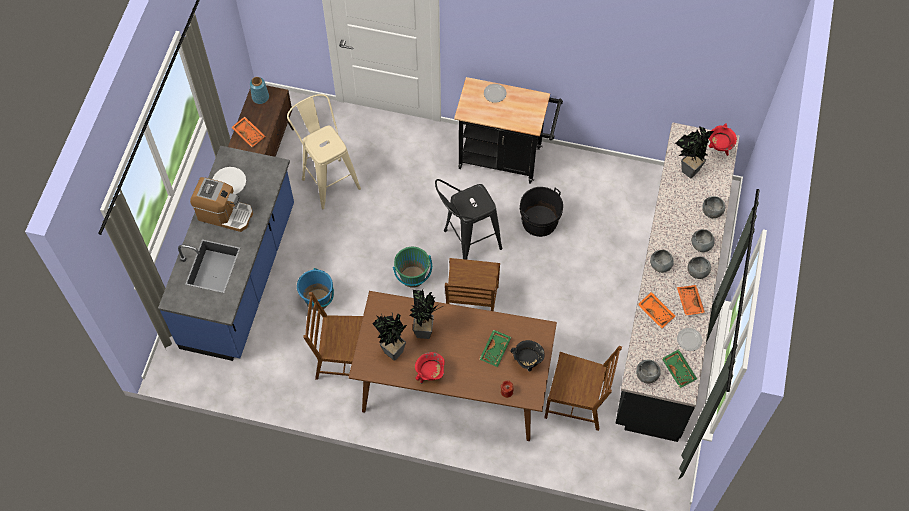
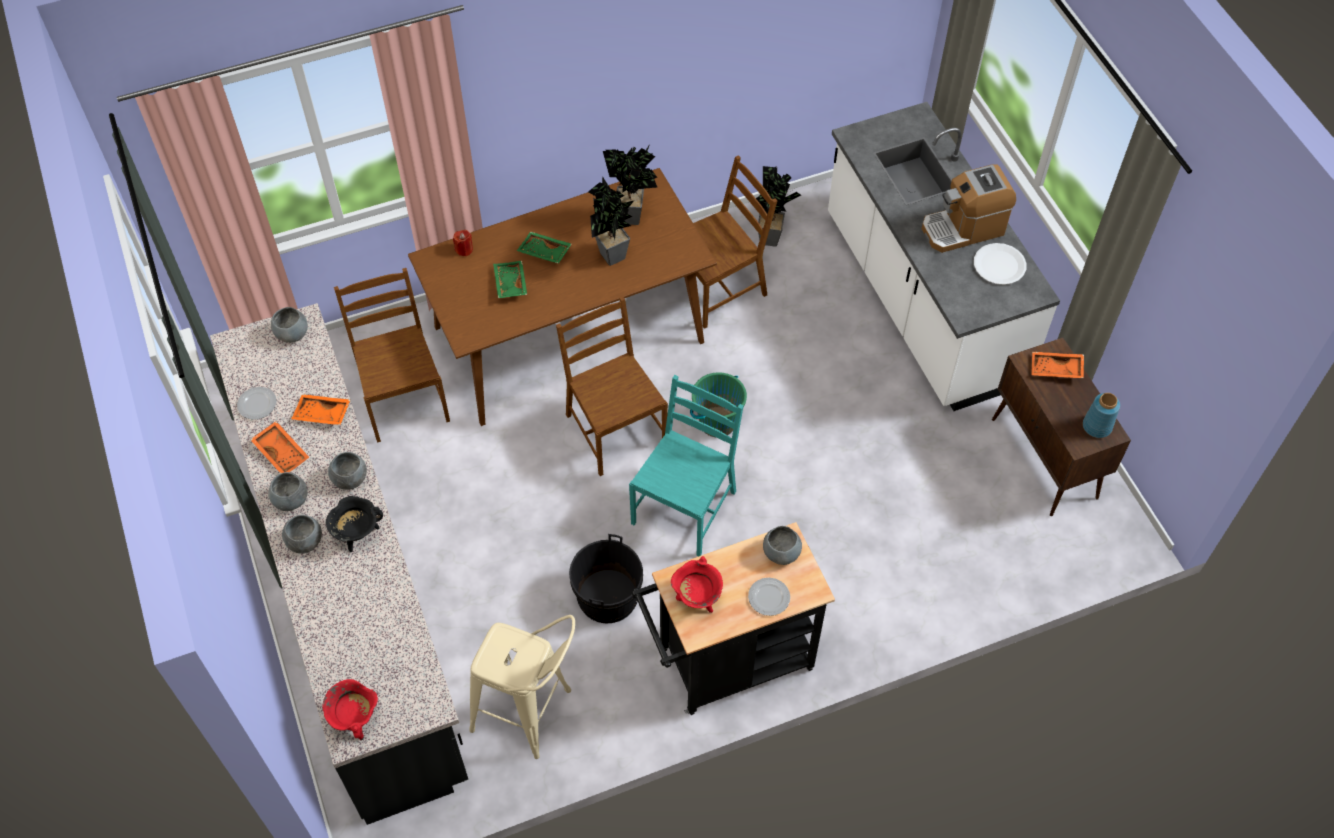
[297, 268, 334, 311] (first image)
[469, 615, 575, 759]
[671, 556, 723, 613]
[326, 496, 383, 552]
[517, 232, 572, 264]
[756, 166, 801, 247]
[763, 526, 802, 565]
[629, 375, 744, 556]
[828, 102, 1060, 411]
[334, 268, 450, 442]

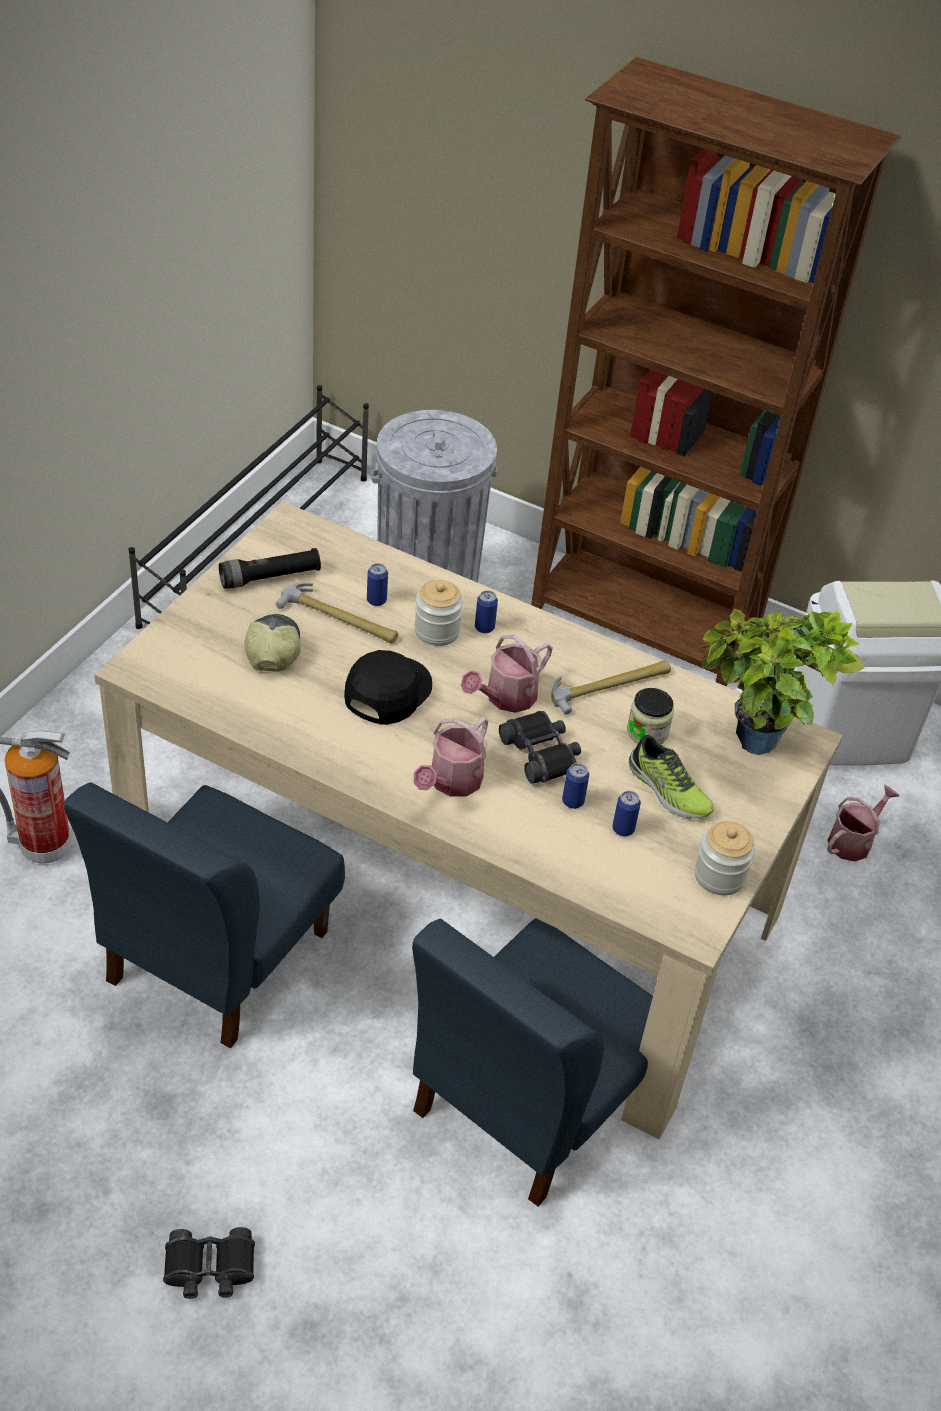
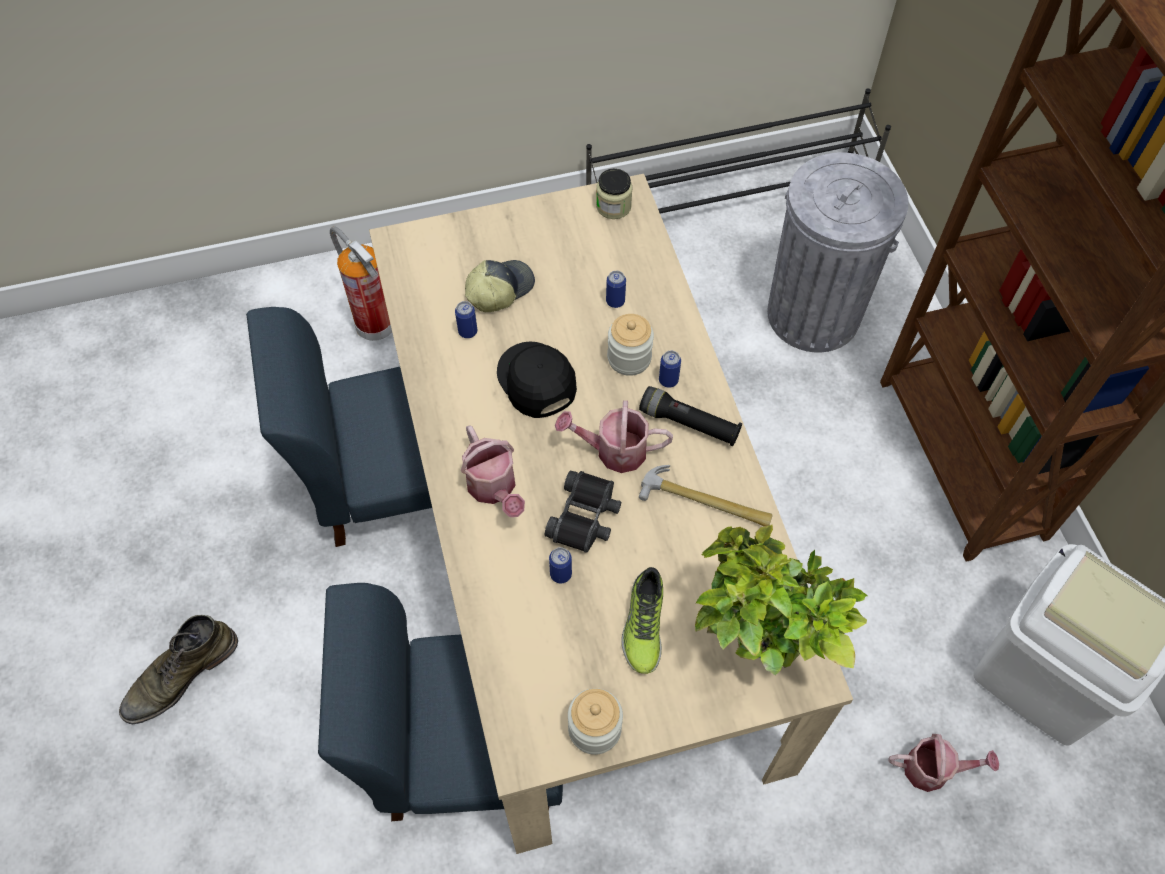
[276, 582, 398, 644] (first image)
[639, 386, 742, 446]
[455, 301, 477, 338]
[596, 169, 633, 219]
[119, 615, 238, 724]
[497, 342, 577, 418]
[461, 425, 525, 517]

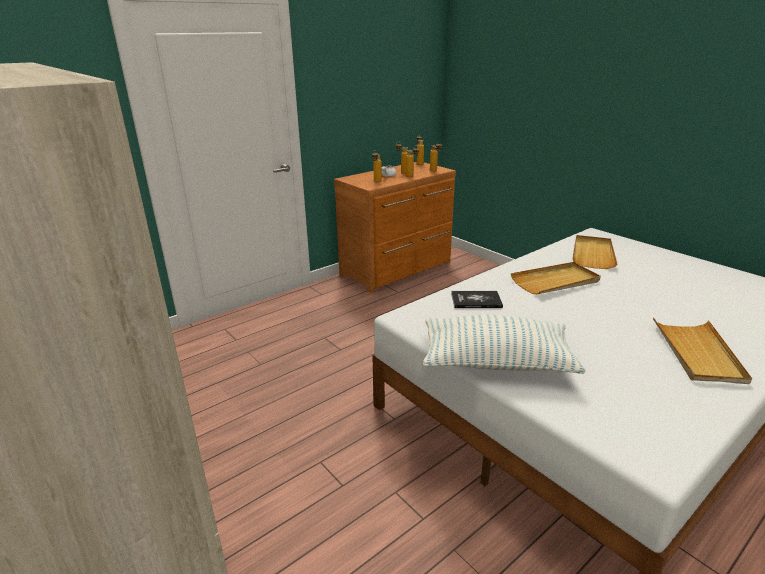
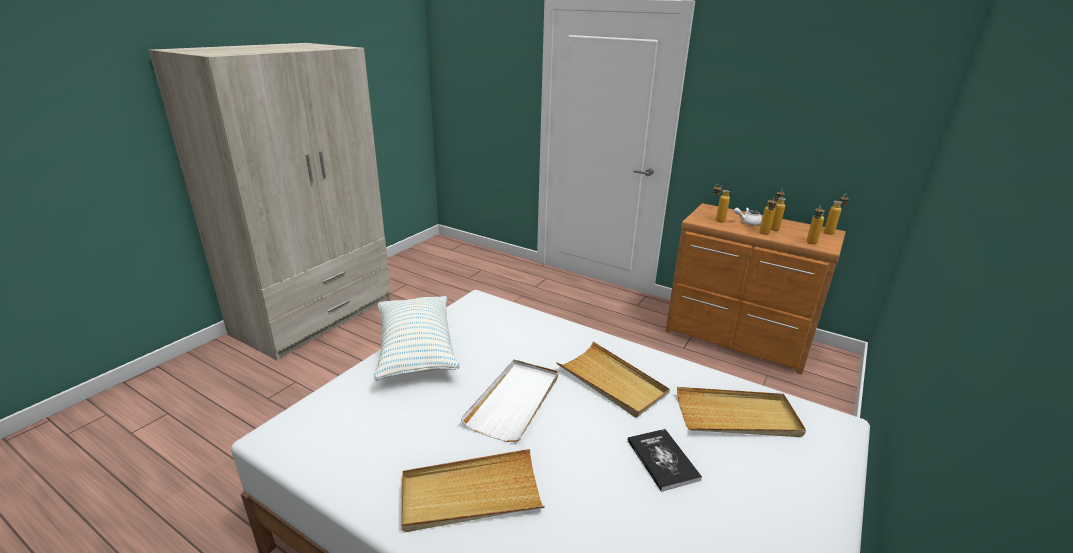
[461, 359, 558, 442]
[628, 429, 702, 492]

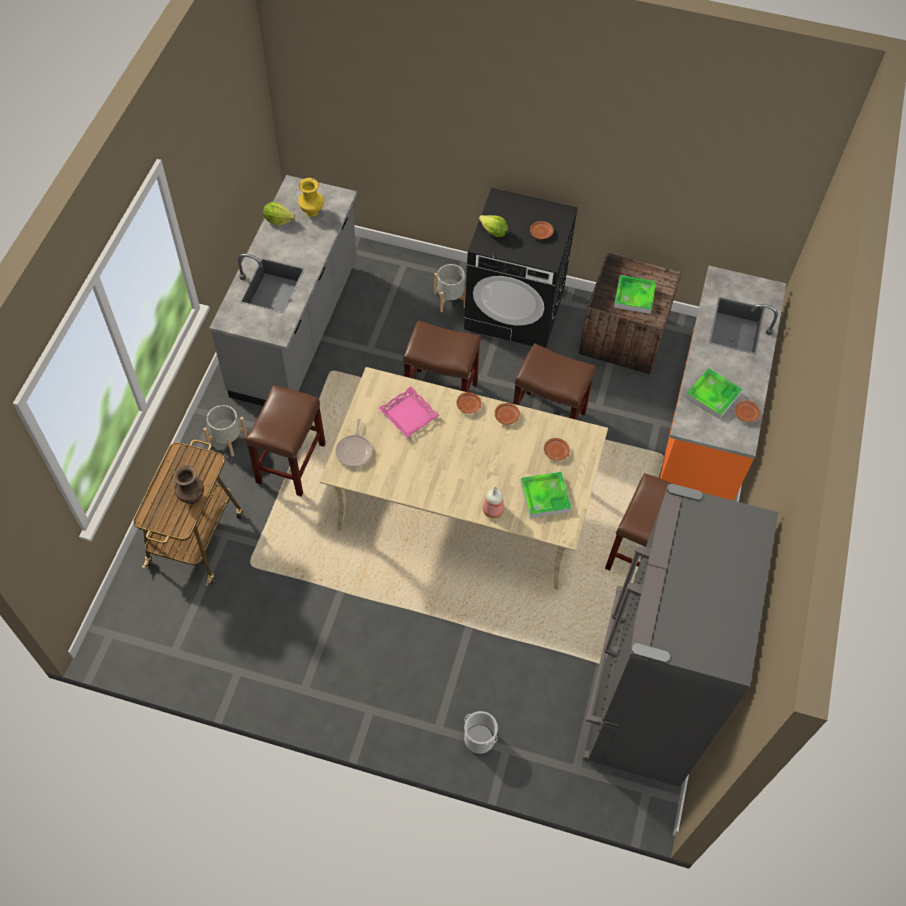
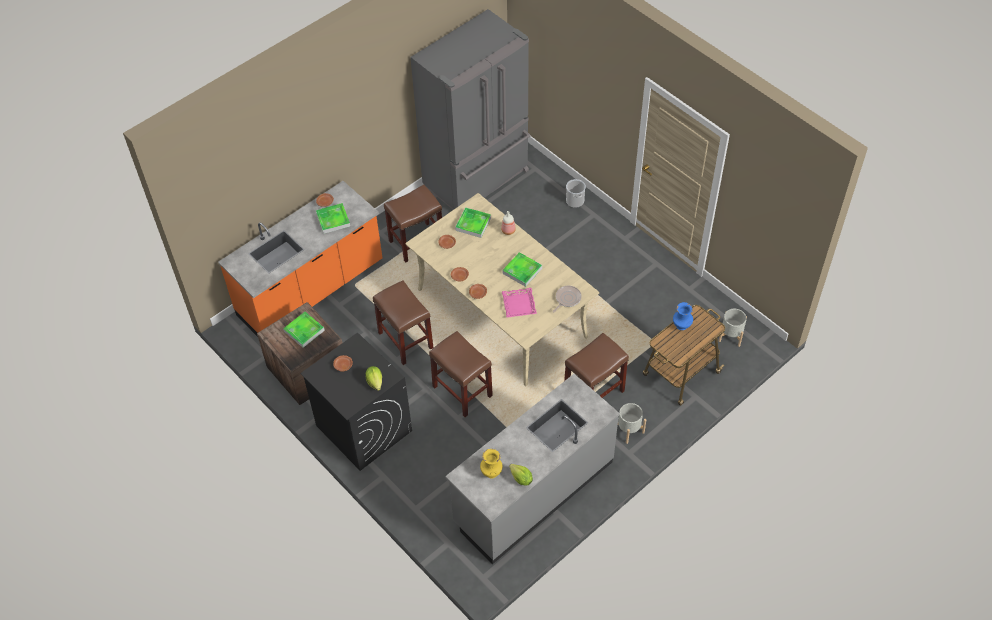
[502, 252, 542, 287]
[719, 309, 747, 347]
[673, 302, 693, 330]

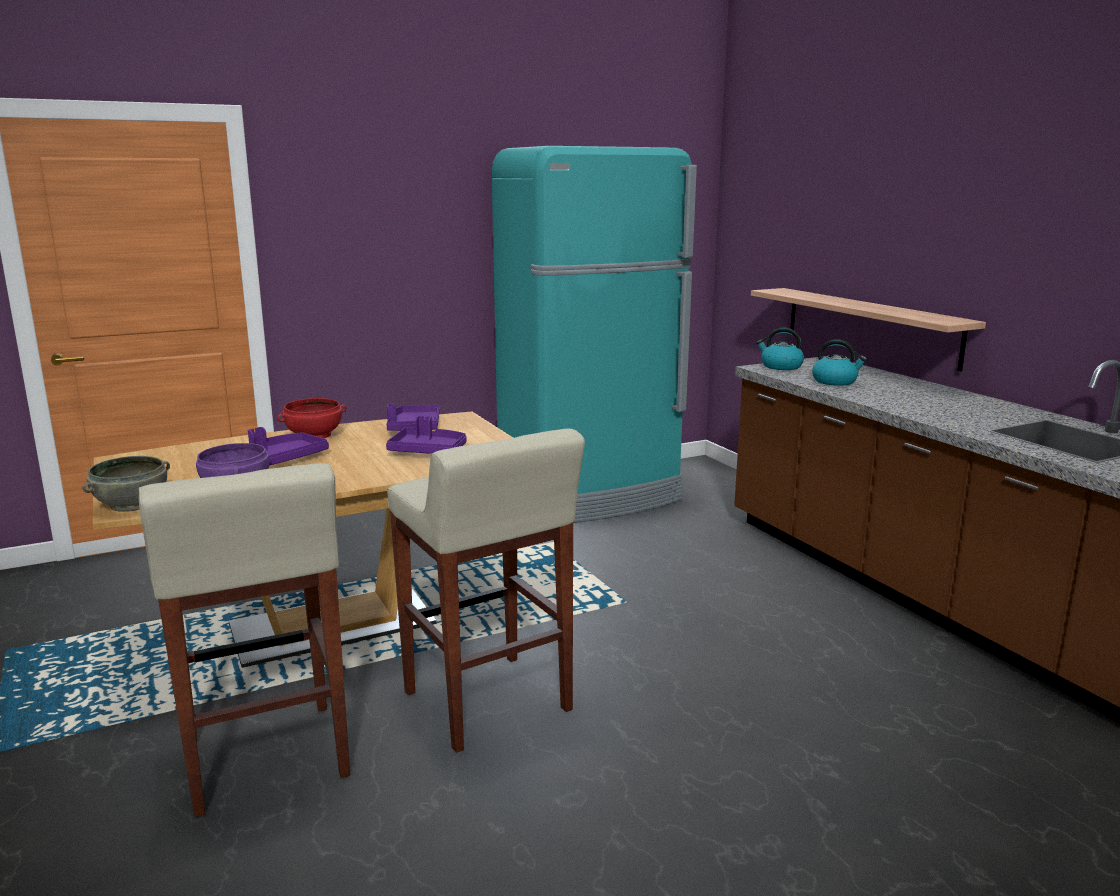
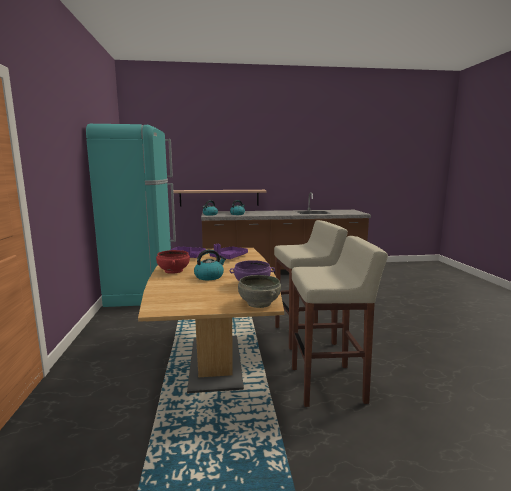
[194, 249, 226, 280]

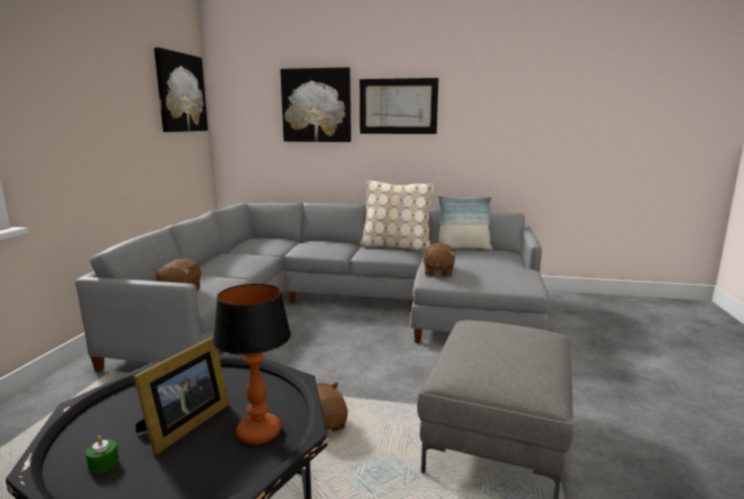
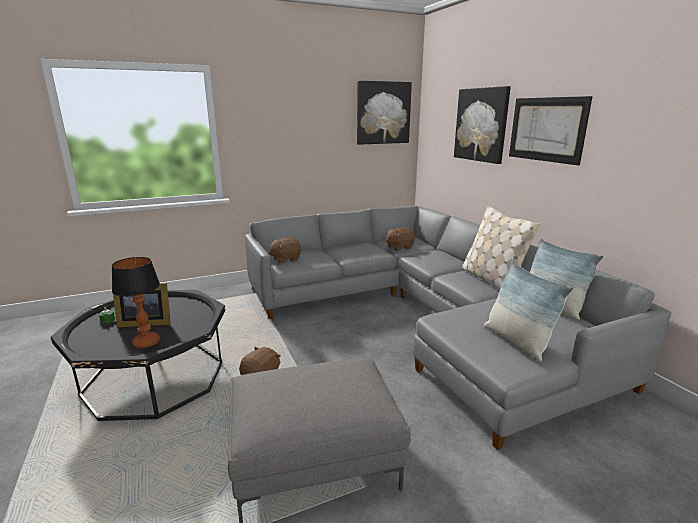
[484, 261, 573, 361]
[386, 227, 415, 251]

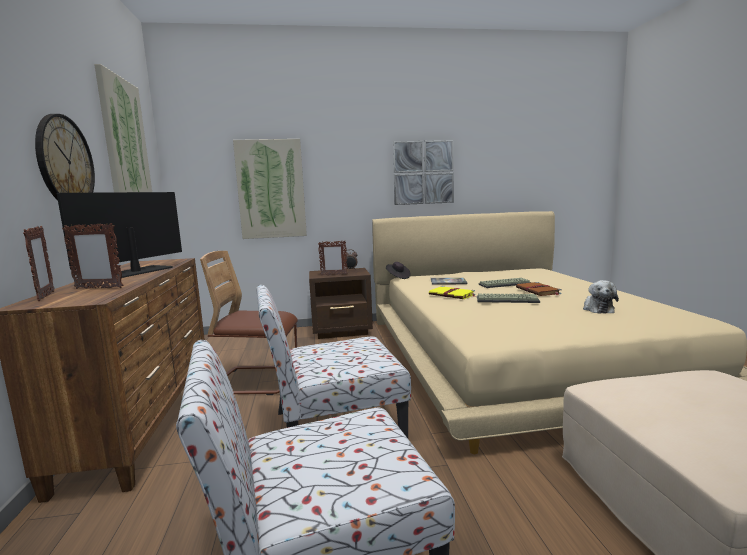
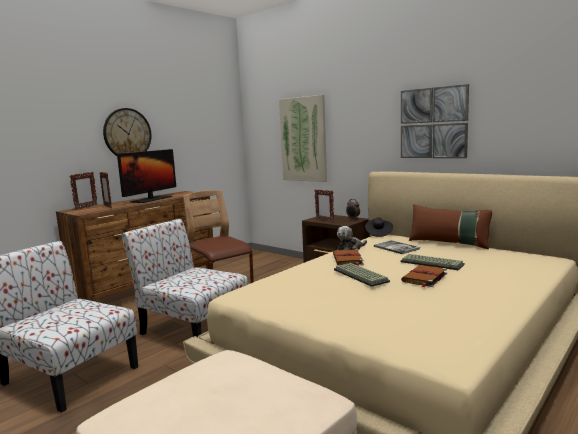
[94, 64, 152, 192] (first image)
[409, 204, 492, 249]
[337, 226, 367, 250]
[333, 249, 364, 266]
[117, 149, 176, 203]

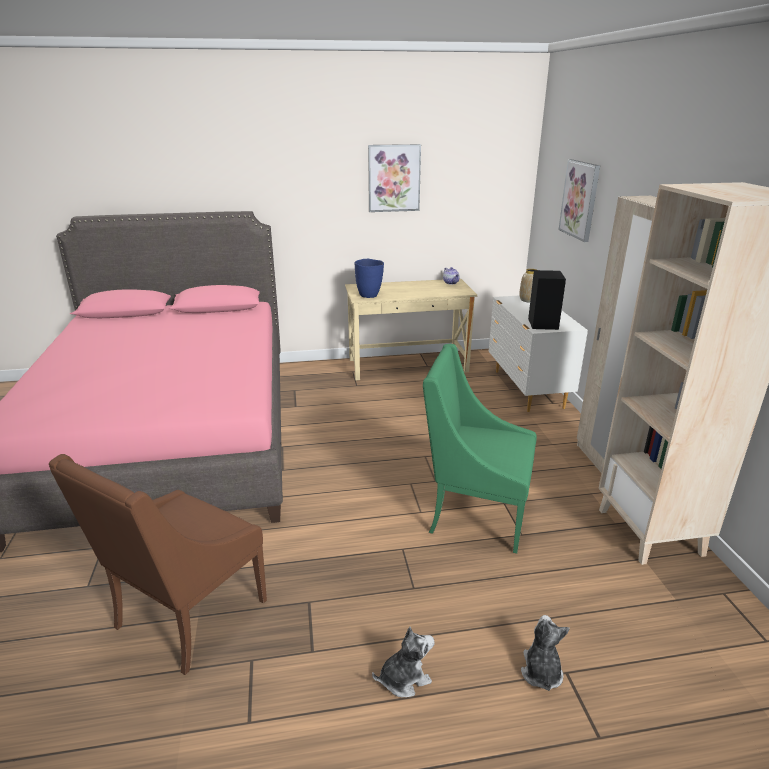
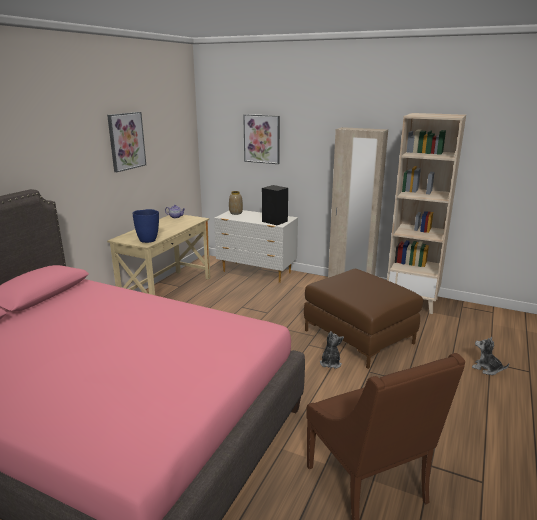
[320, 331, 344, 369]
[304, 269, 423, 369]

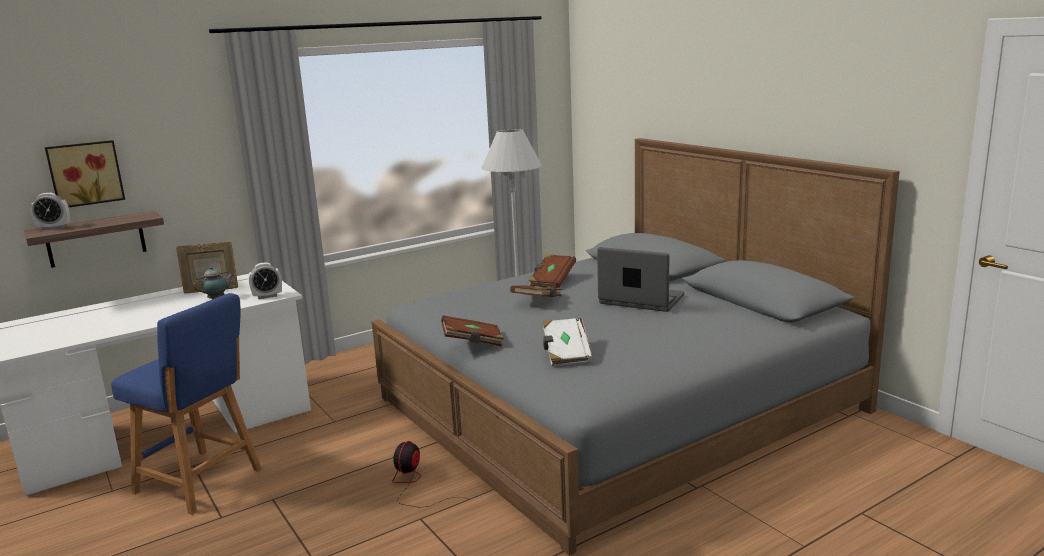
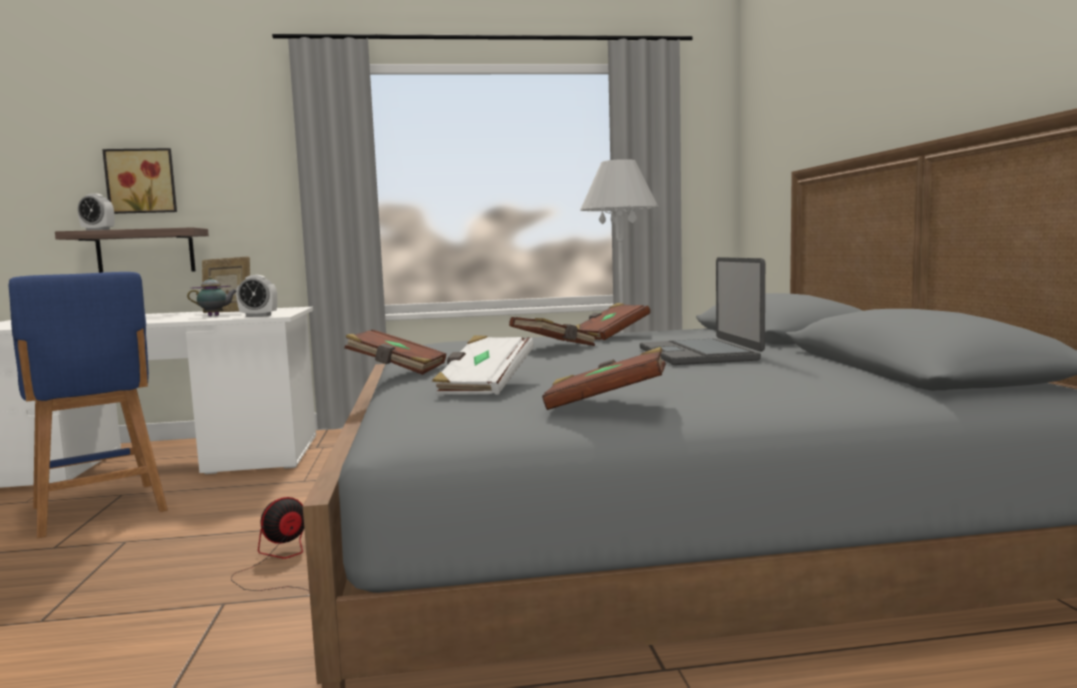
[542, 347, 666, 410]
[640, 257, 765, 365]

